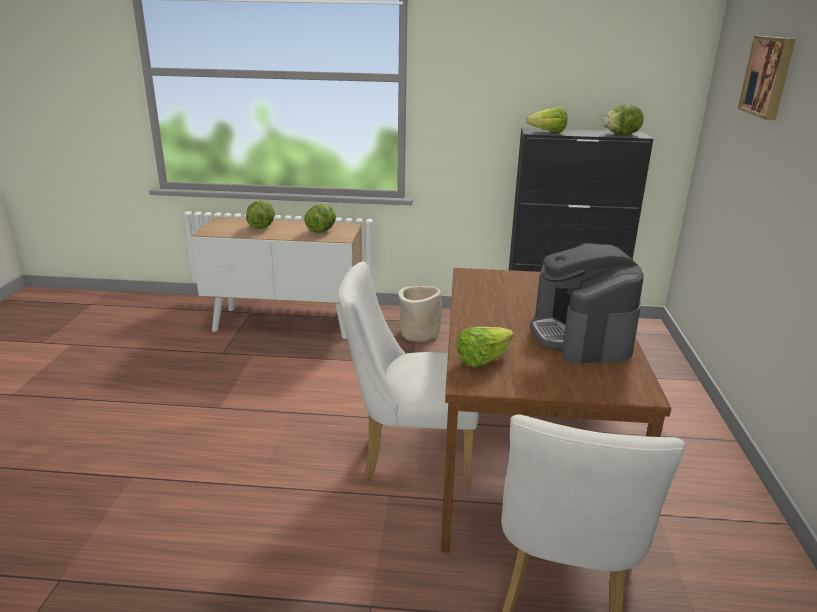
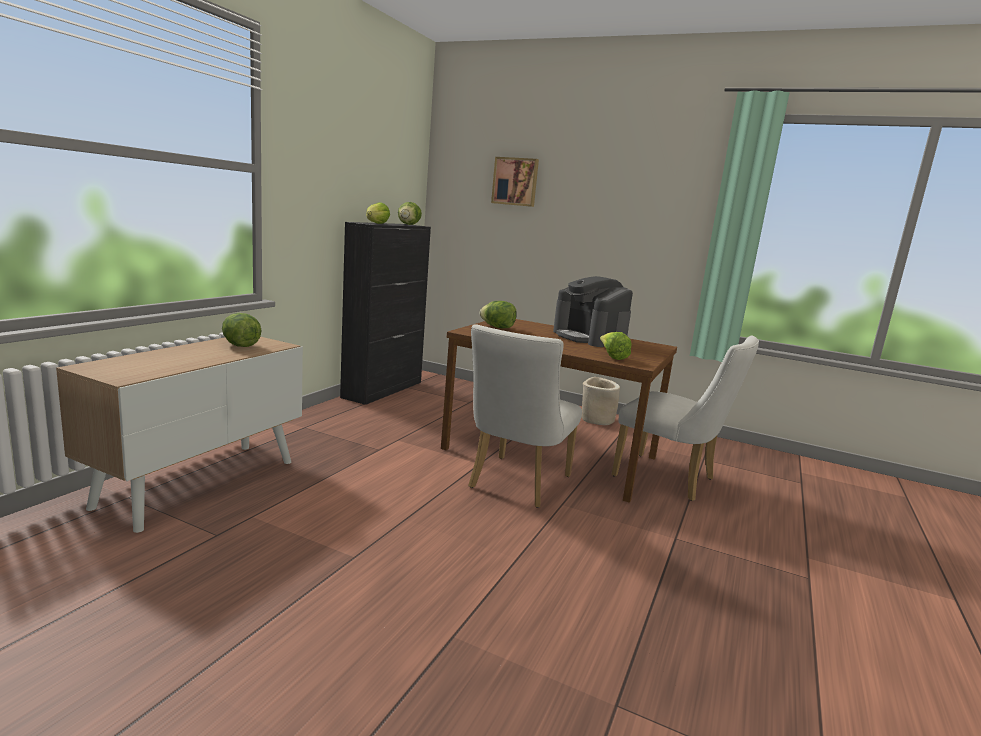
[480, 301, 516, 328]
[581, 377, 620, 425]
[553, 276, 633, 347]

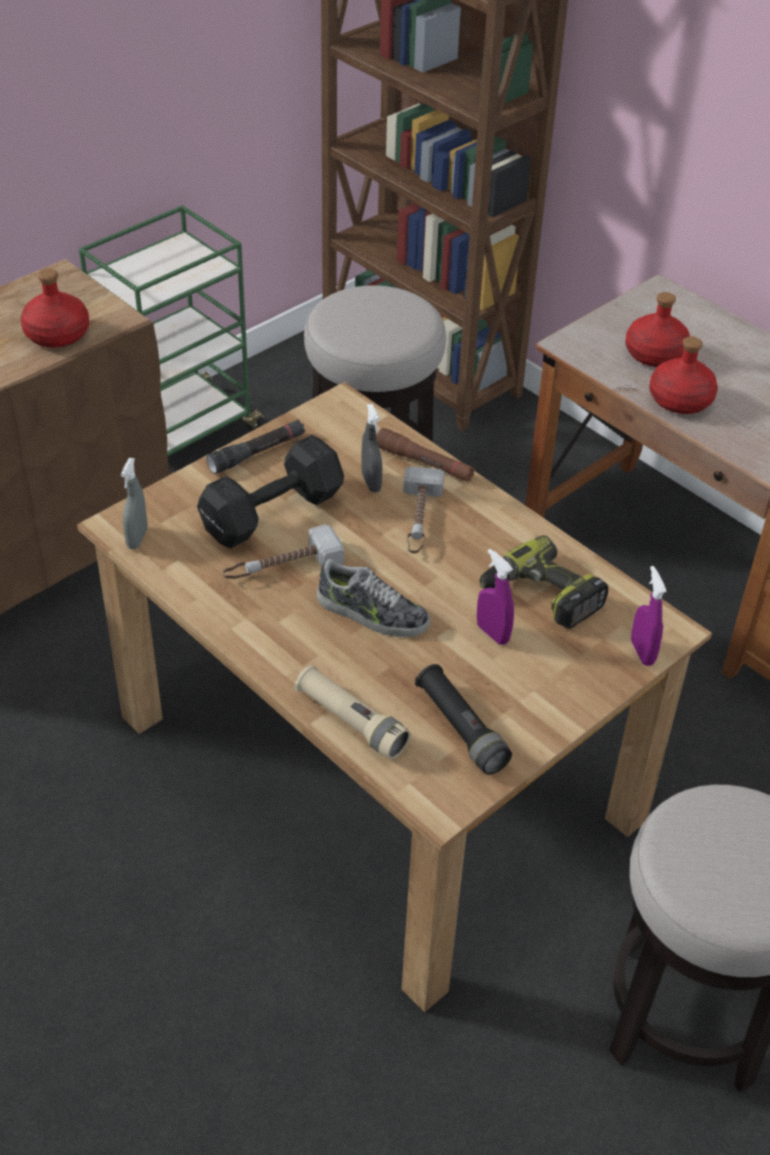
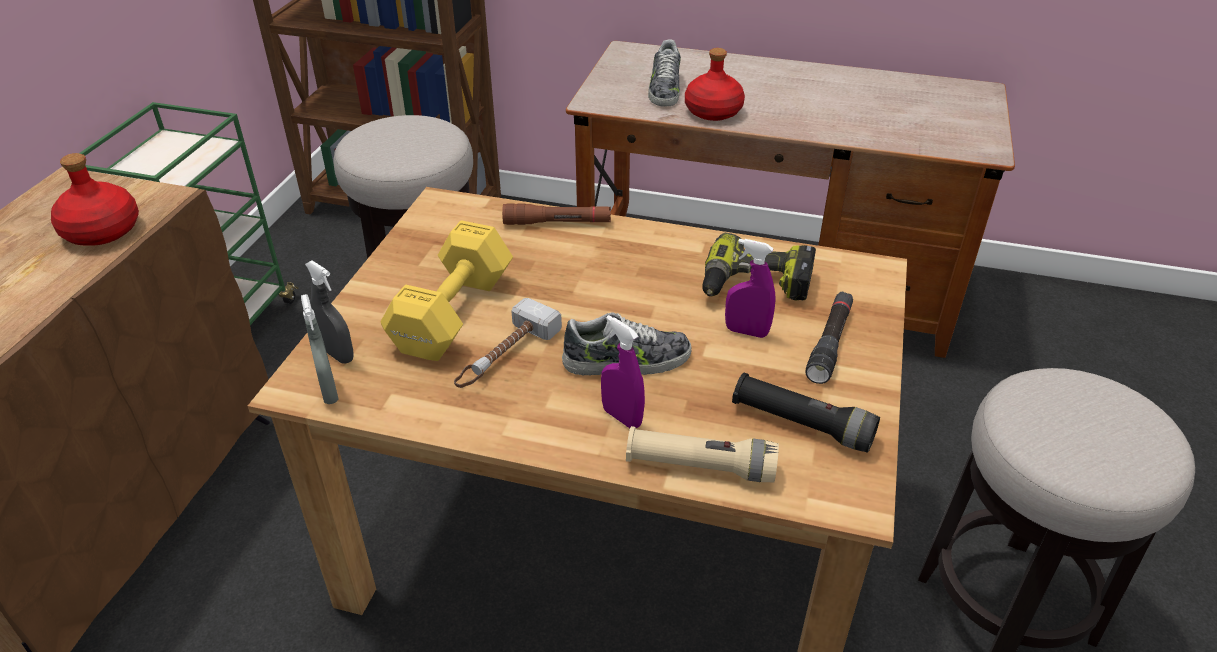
[403, 466, 445, 553] (first image)
[805, 291, 853, 384]
[305, 260, 353, 363]
[601, 315, 645, 428]
[648, 39, 681, 107]
[381, 220, 513, 361]

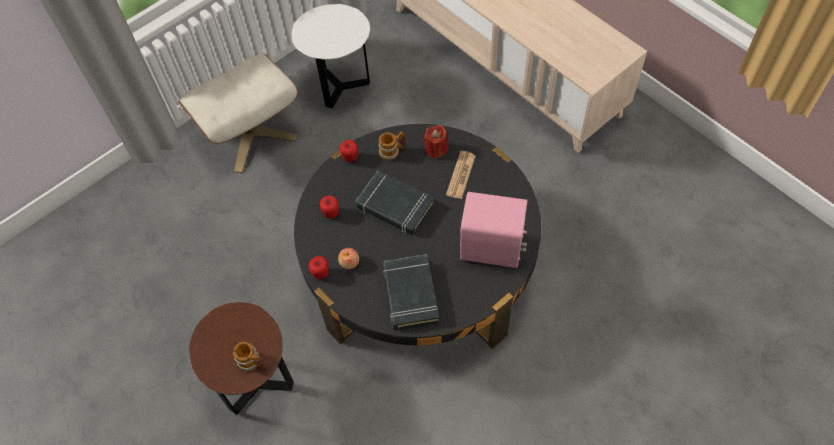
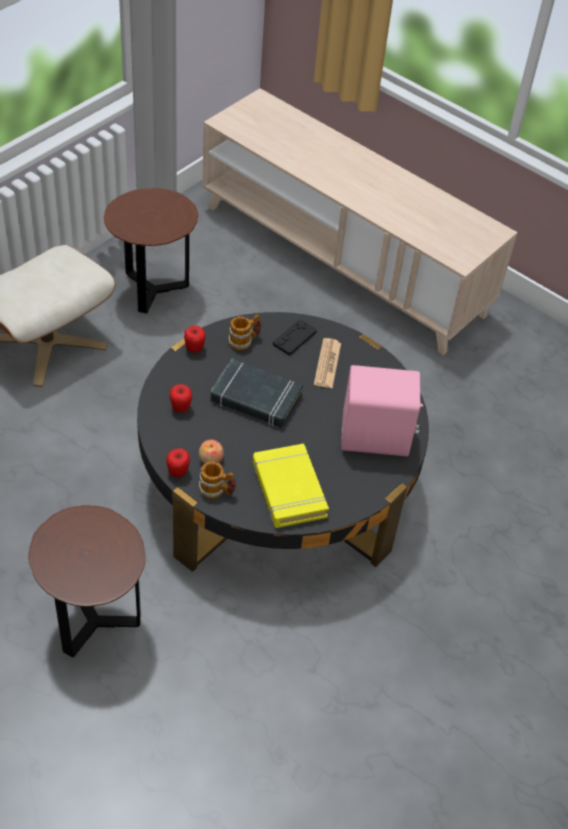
[199, 462, 236, 499]
[273, 319, 317, 355]
[104, 188, 198, 314]
[253, 444, 329, 528]

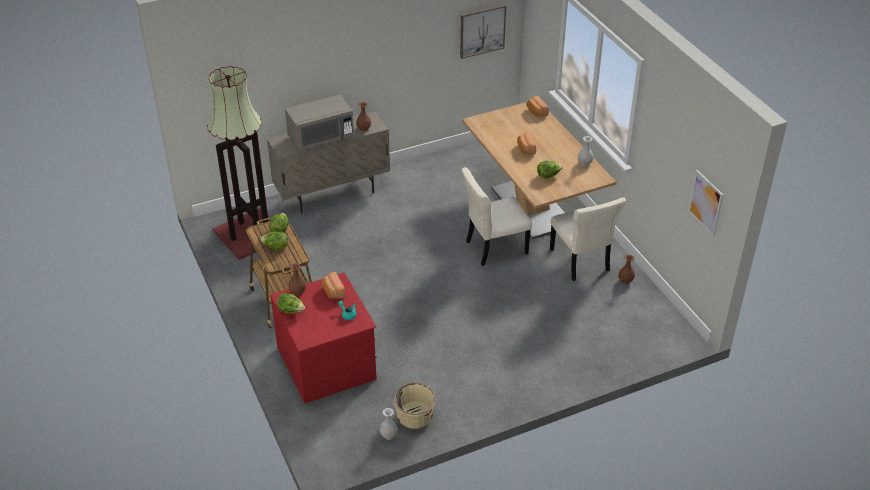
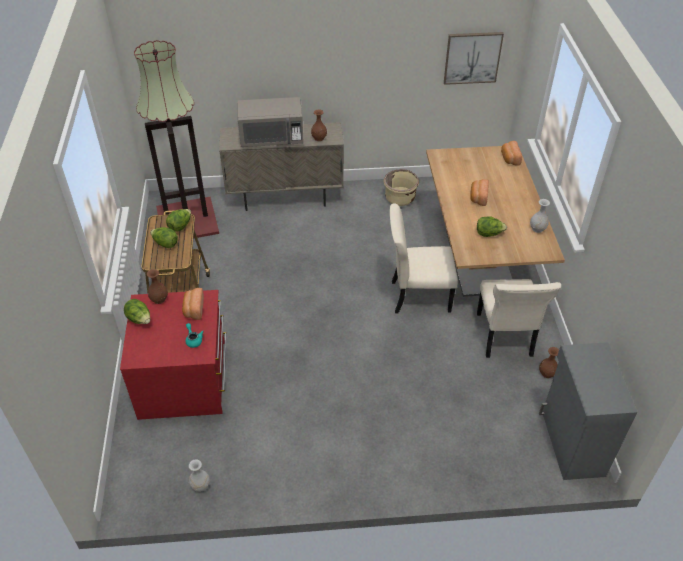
[688, 170, 723, 236] (first image)
[539, 342, 637, 480]
[383, 169, 419, 206]

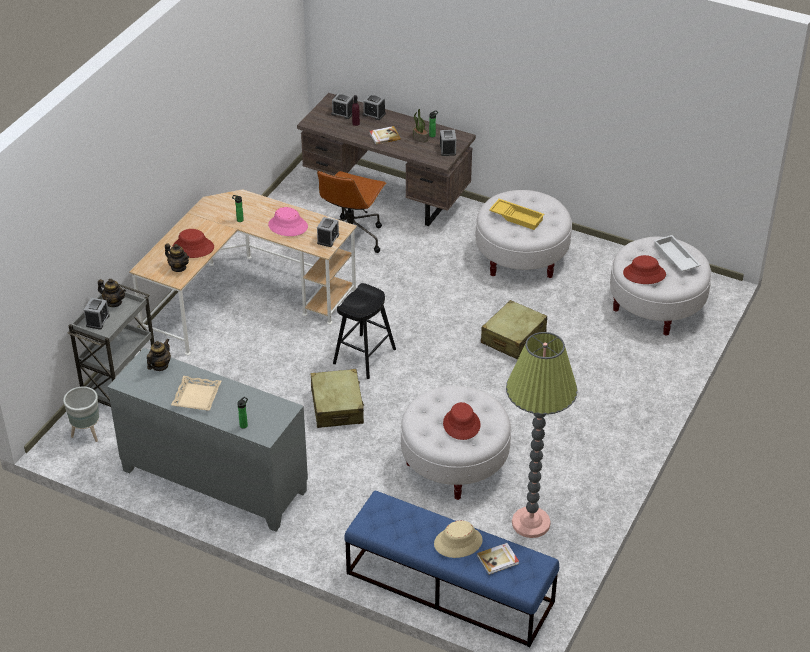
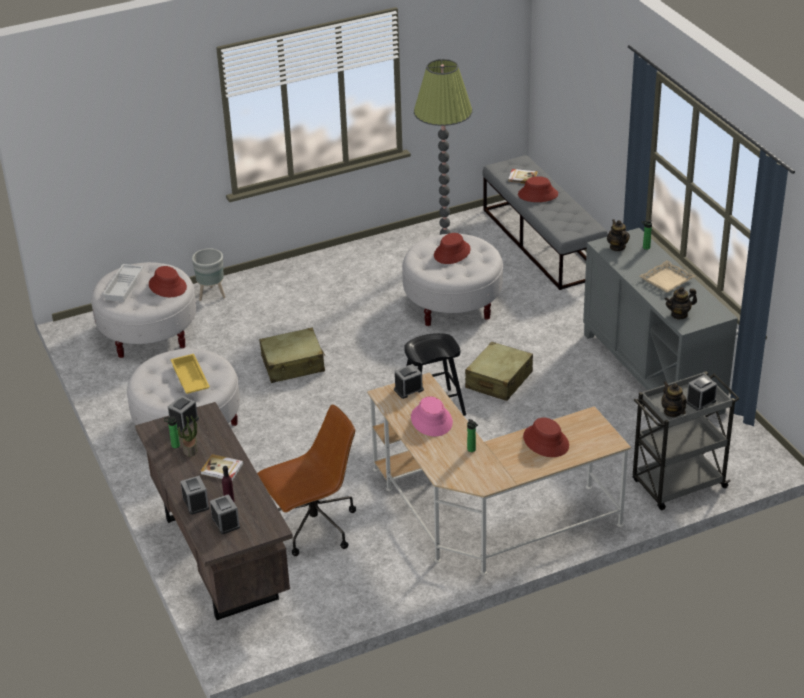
[192, 248, 225, 301]
[607, 219, 630, 251]
[482, 155, 608, 290]
[518, 176, 558, 202]

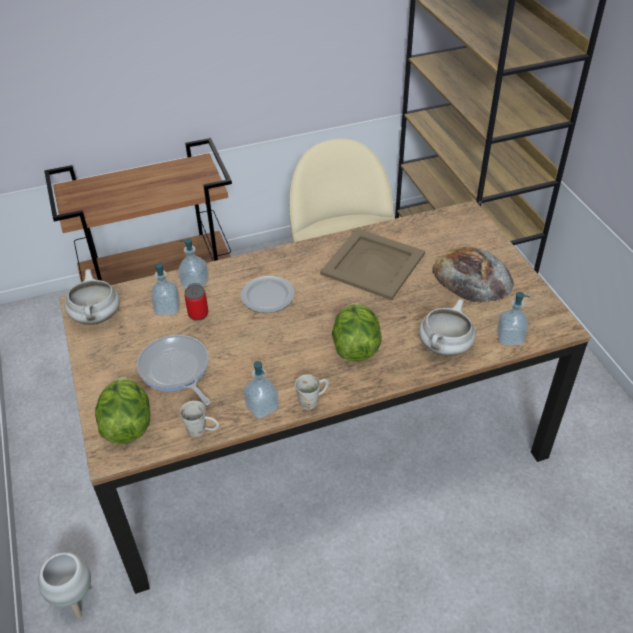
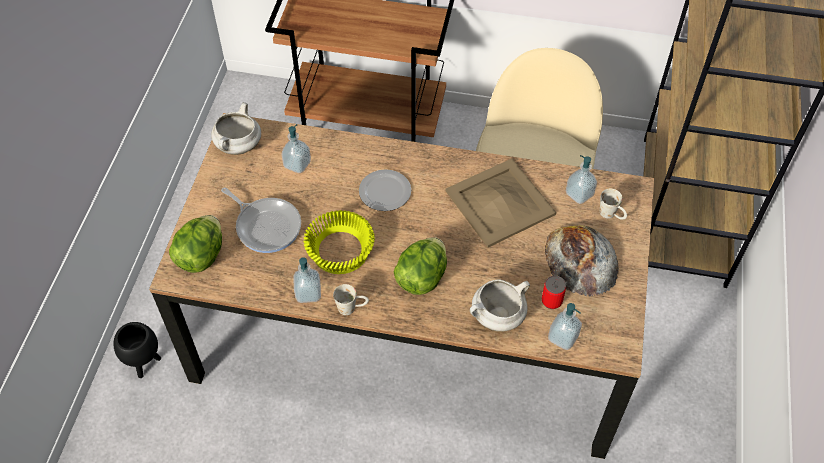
[303, 210, 375, 274]
[566, 155, 597, 204]
[600, 189, 627, 220]
[542, 276, 566, 309]
[114, 322, 161, 378]
[221, 187, 301, 253]

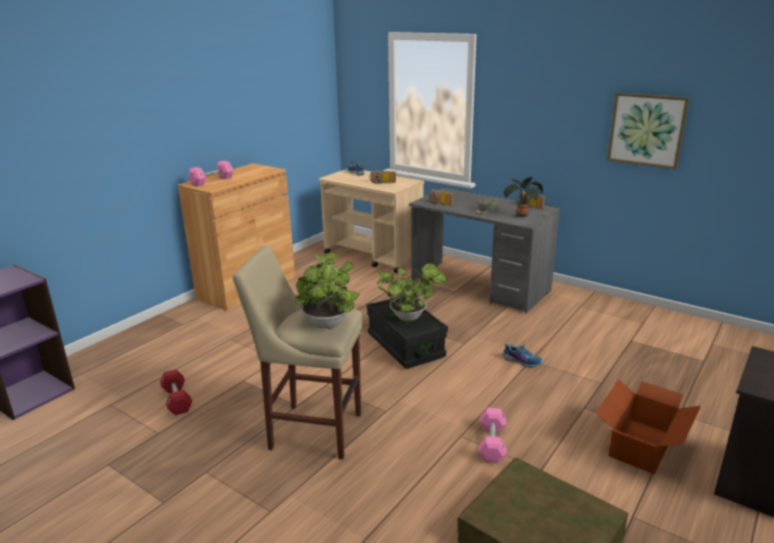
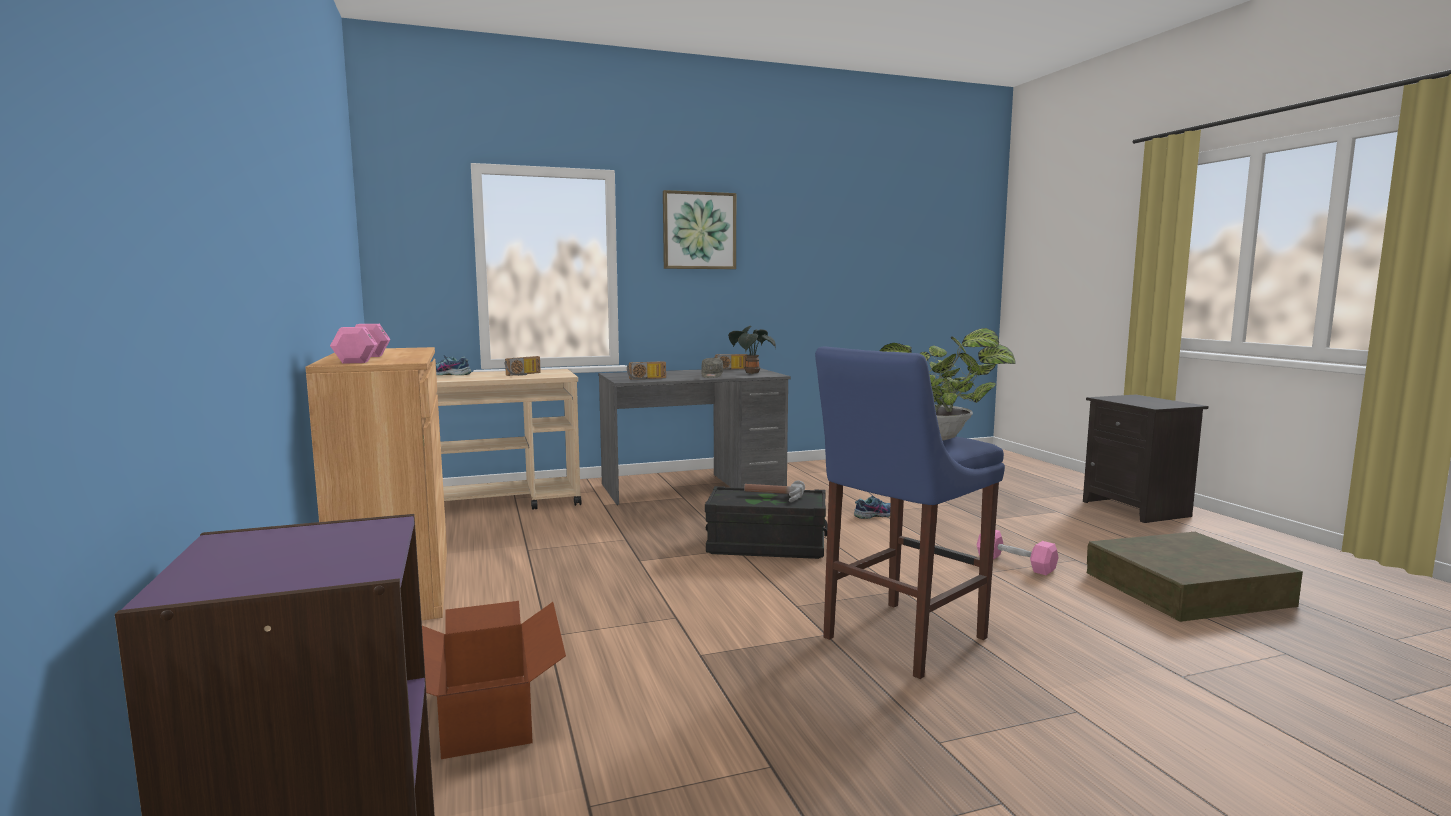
[160, 369, 192, 415] (first image)
[422, 601, 566, 759]
[663, 190, 736, 269]
[744, 480, 805, 502]
[815, 347, 1005, 679]

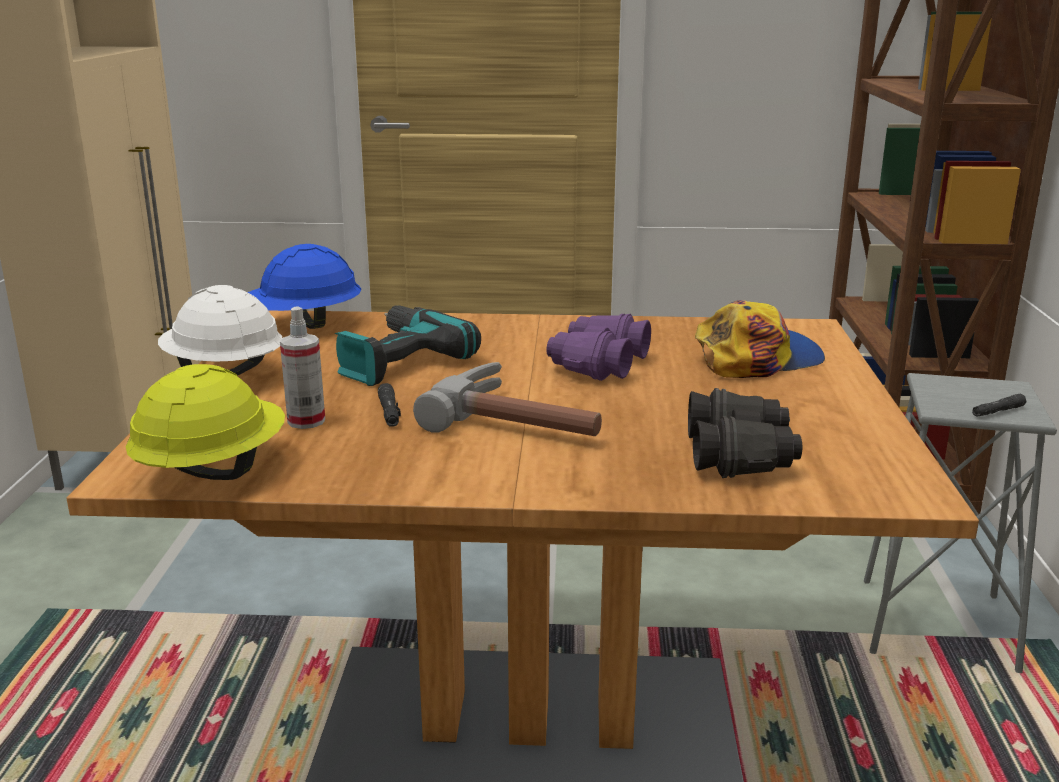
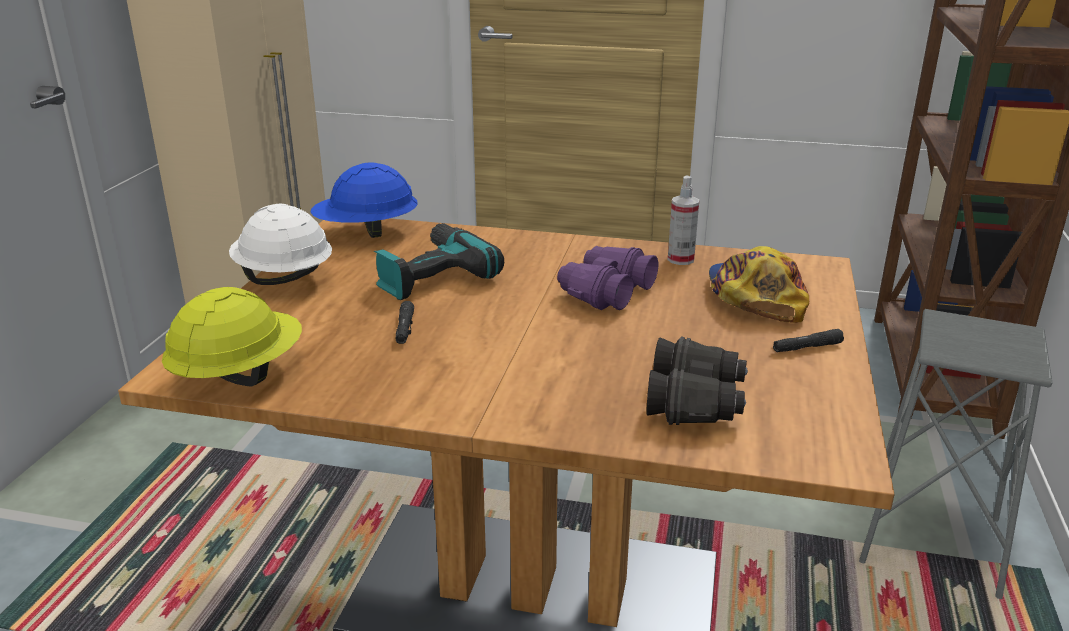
[413, 362, 602, 436] (first image)
[668, 176, 699, 265]
[773, 329, 844, 352]
[709, 246, 809, 323]

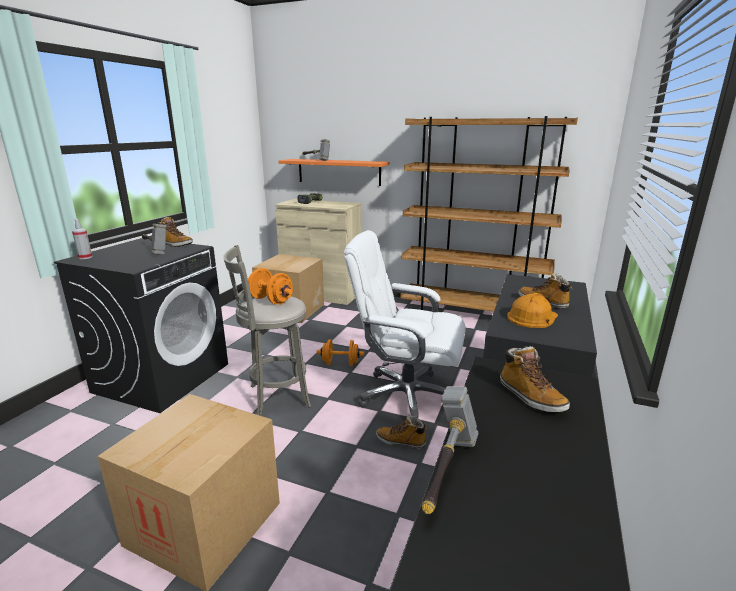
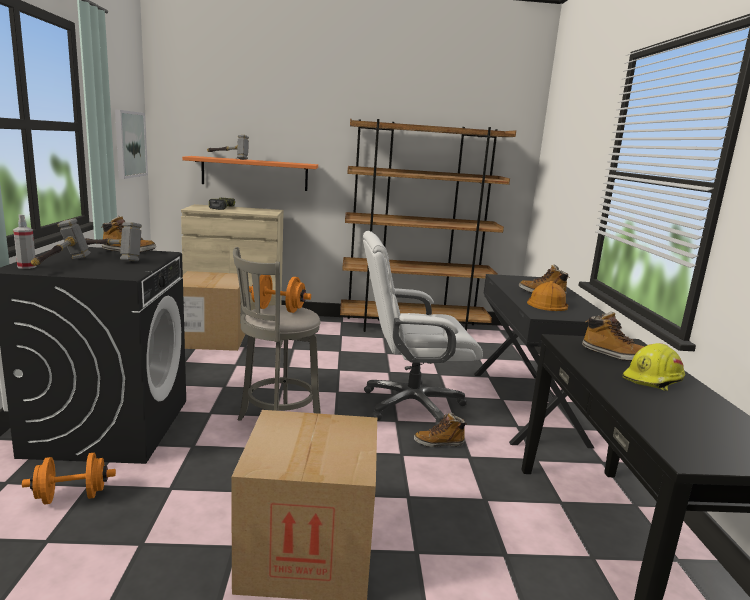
[115, 109, 148, 179]
[622, 343, 685, 391]
[22, 452, 116, 505]
[31, 218, 91, 266]

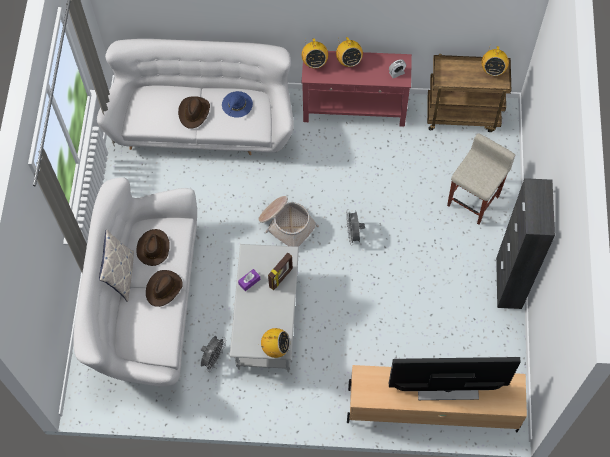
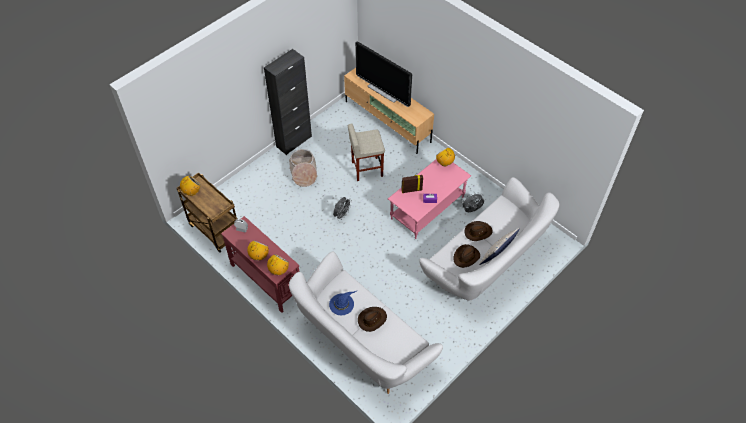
[289, 149, 318, 187]
[348, 124, 385, 181]
[388, 159, 471, 239]

